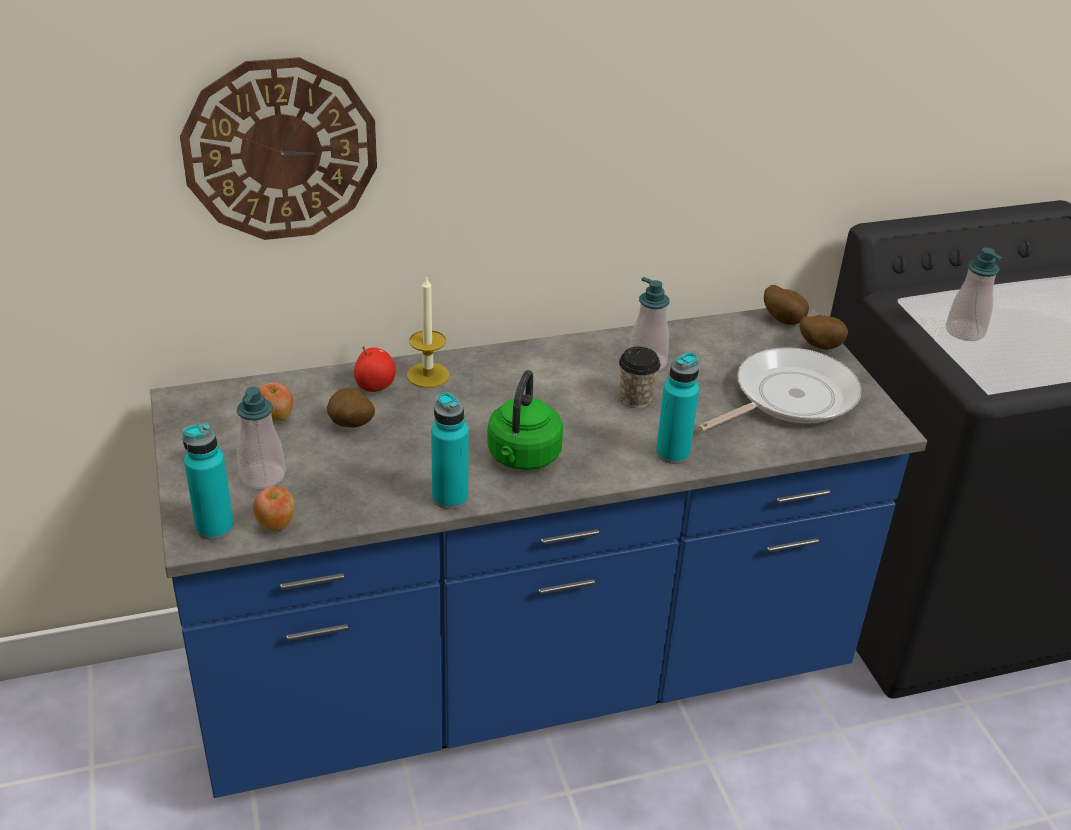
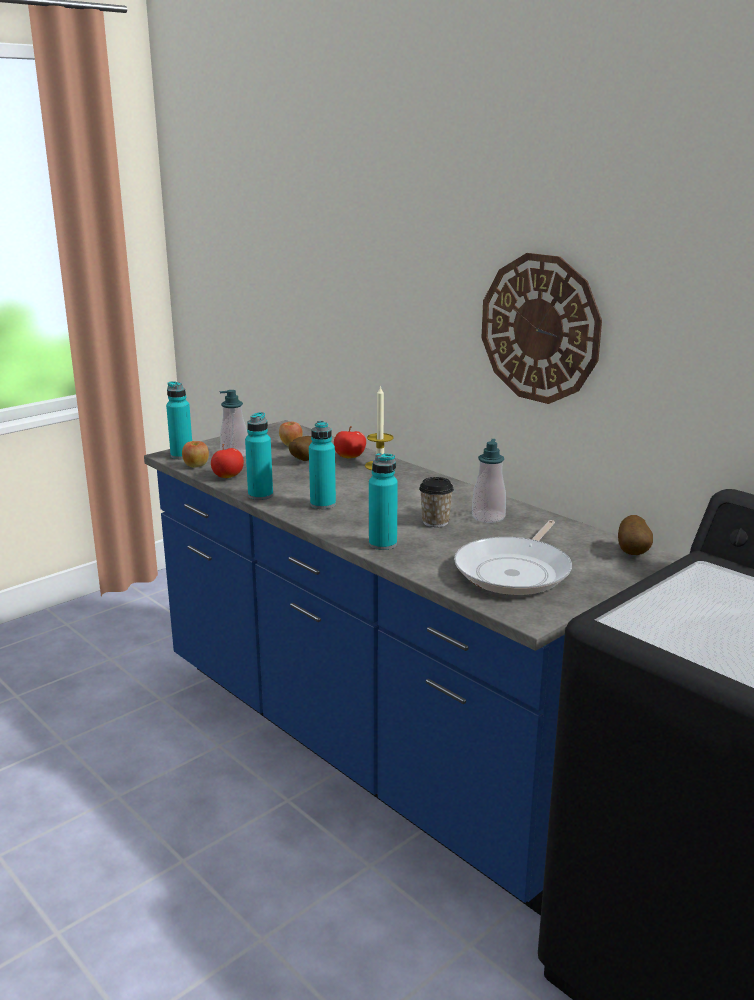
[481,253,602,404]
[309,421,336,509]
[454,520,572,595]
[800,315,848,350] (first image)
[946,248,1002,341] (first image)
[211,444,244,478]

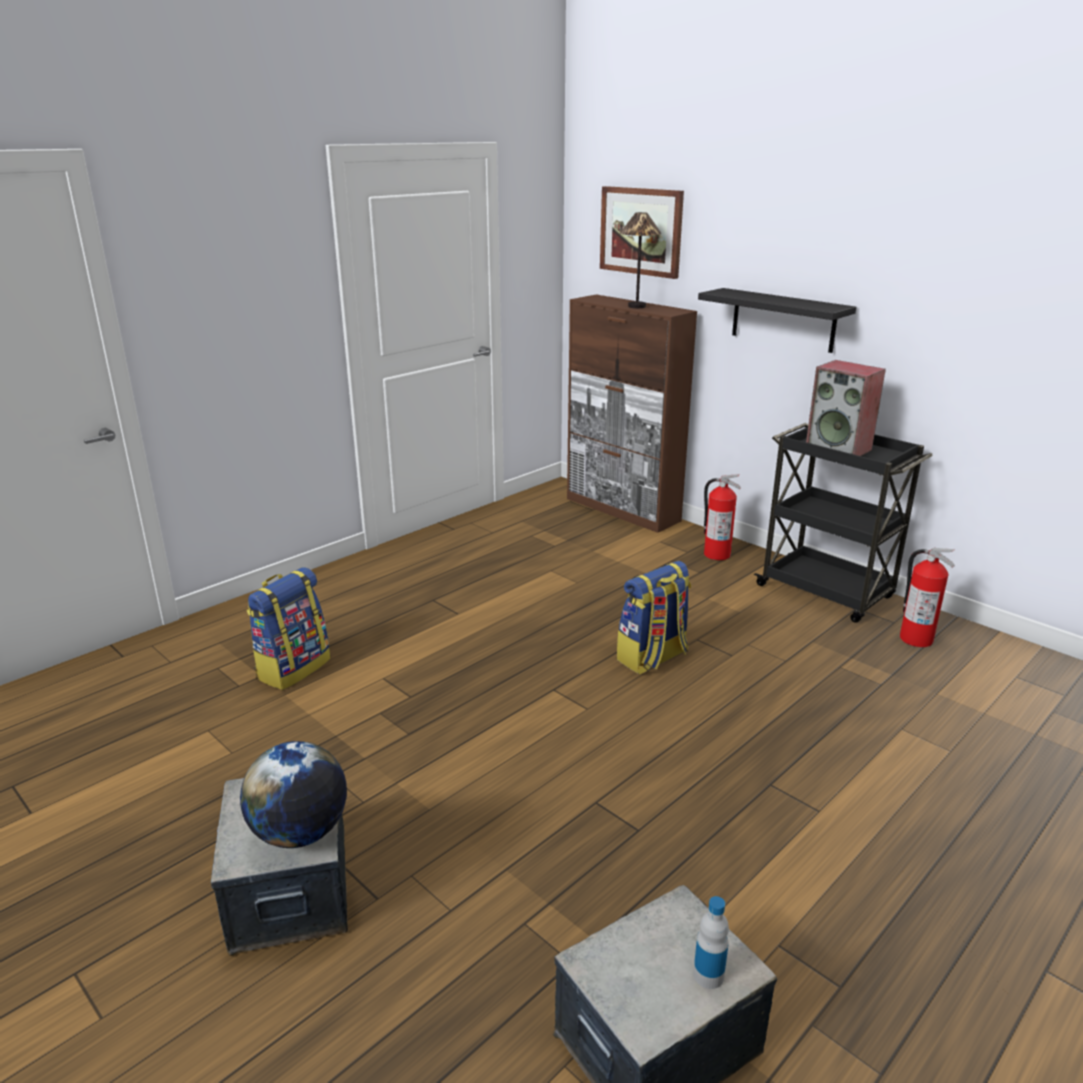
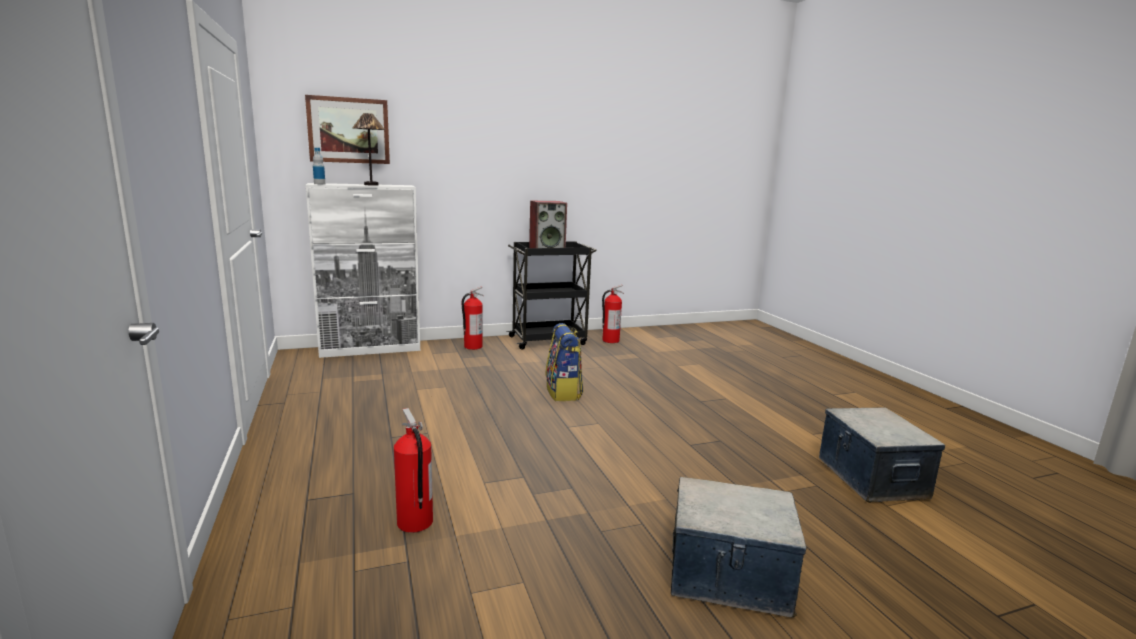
[240,741,347,848] (first image)
[394,408,433,533]
[306,183,420,358]
[313,148,325,184]
[698,288,856,353] (first image)

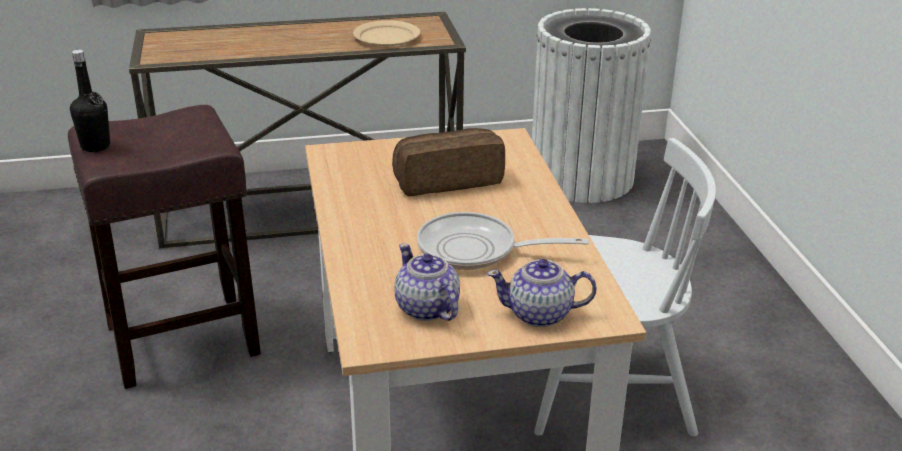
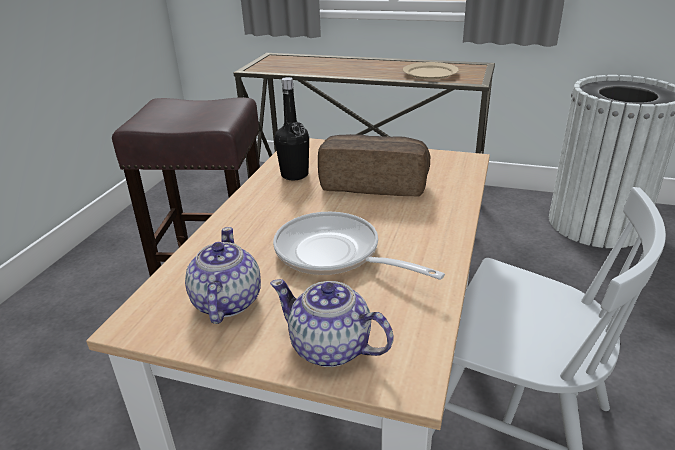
[274,77,309,180]

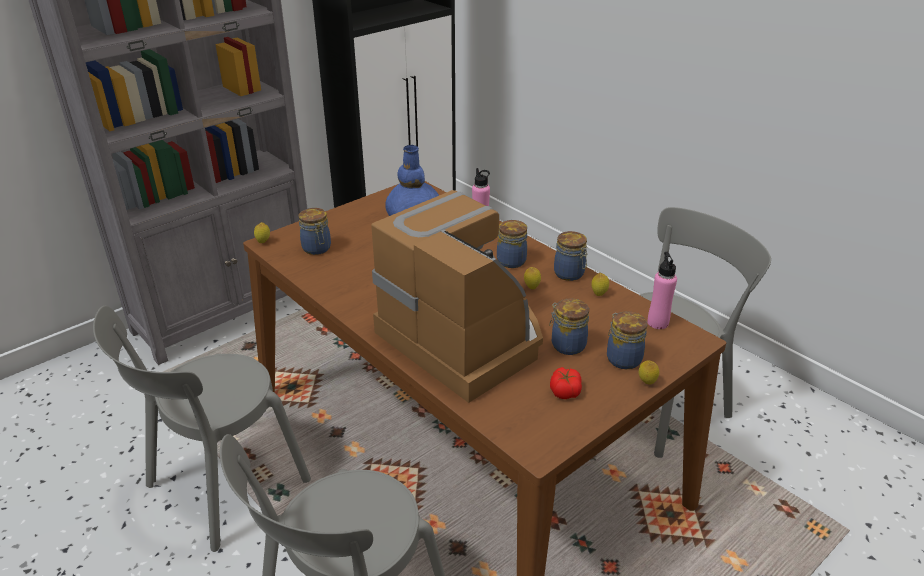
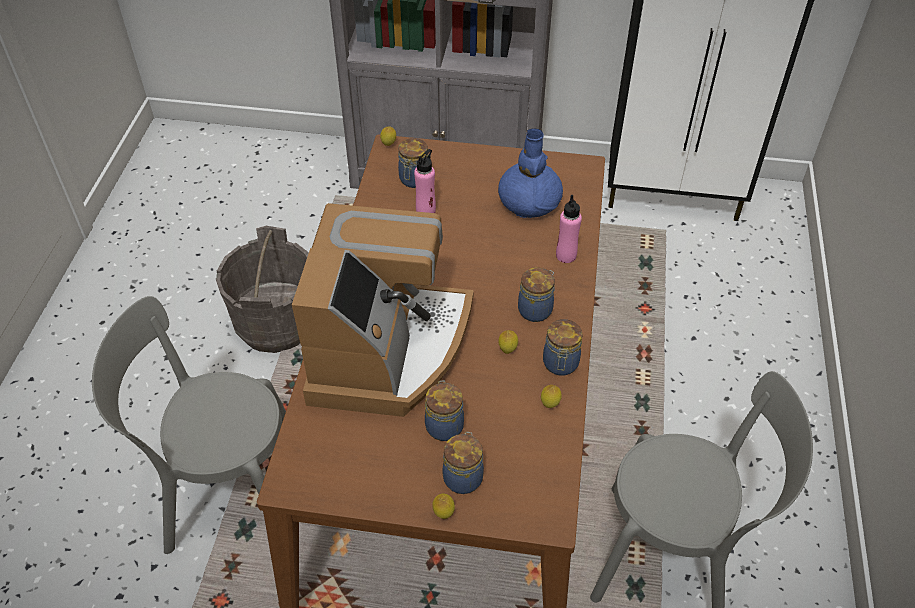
[216,226,309,353]
[550,367,582,399] (first image)
[414,149,436,213]

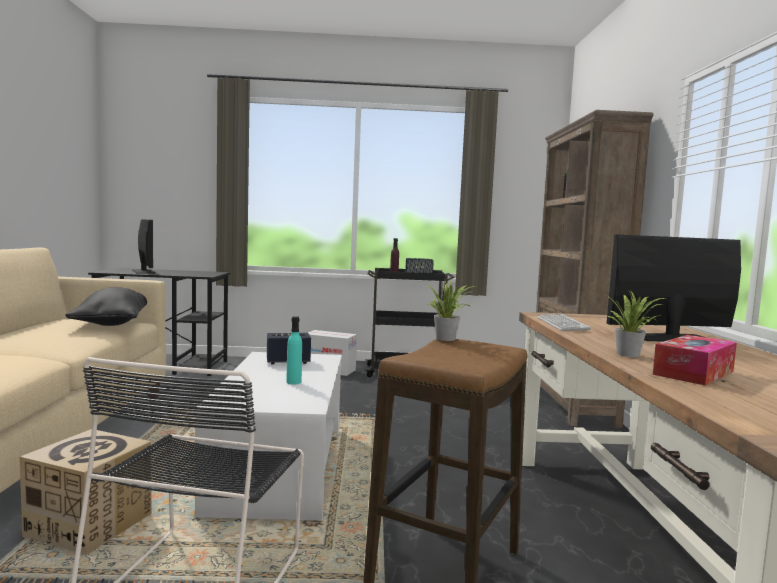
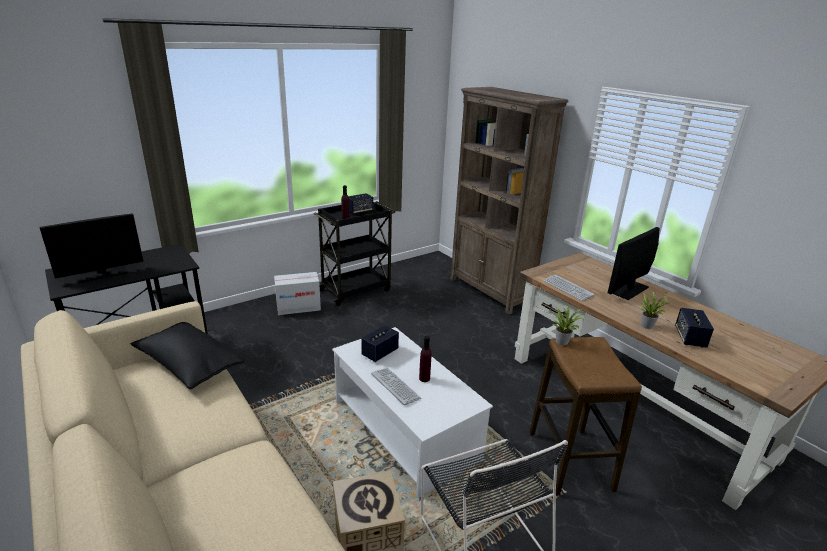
[40,213,144,283]
[419,336,432,382]
[675,308,714,348]
[371,368,422,405]

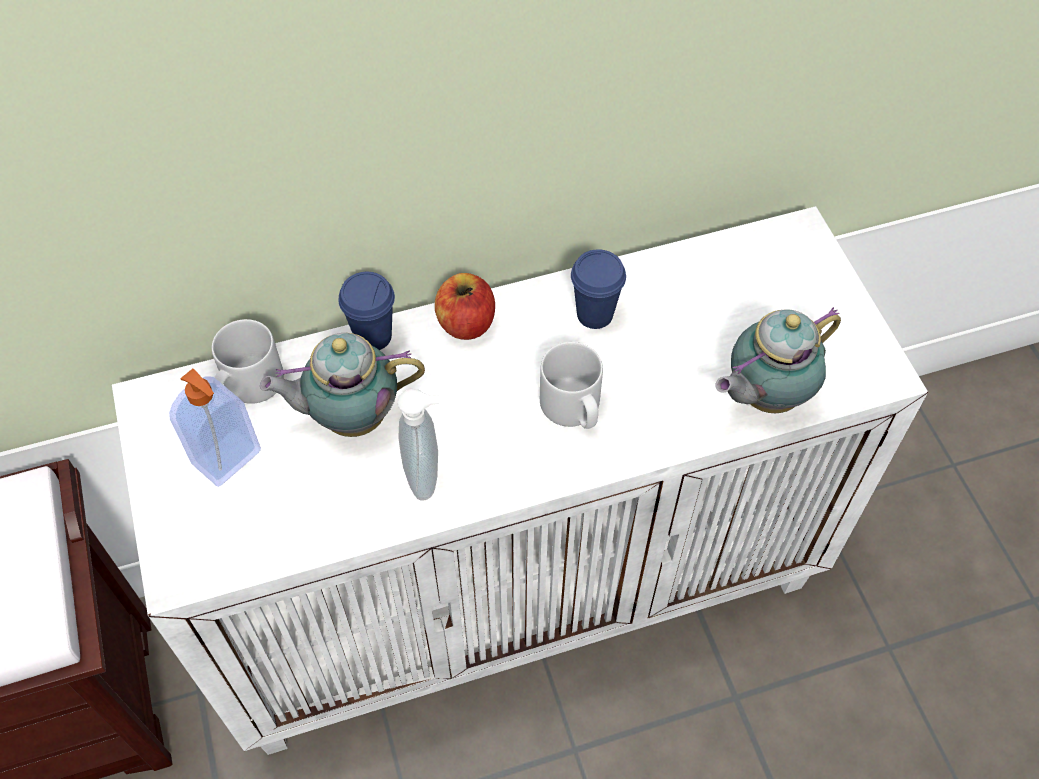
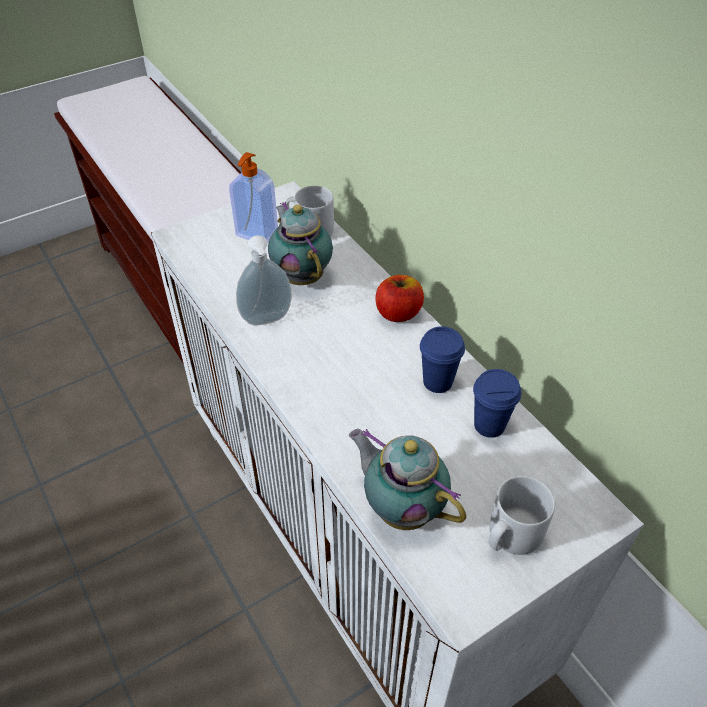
[473,369,521,438]
[488,476,555,555]

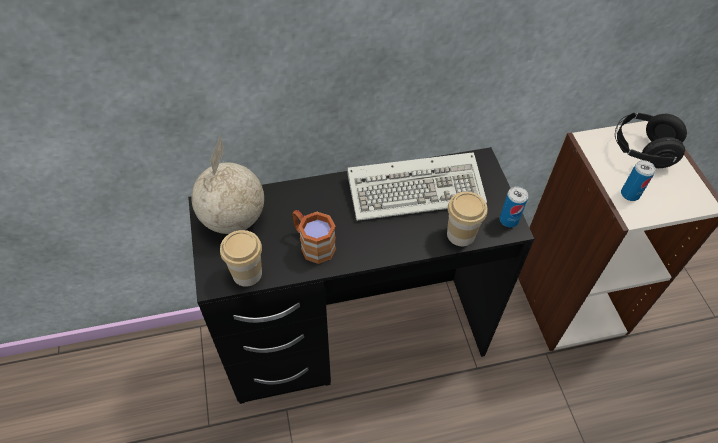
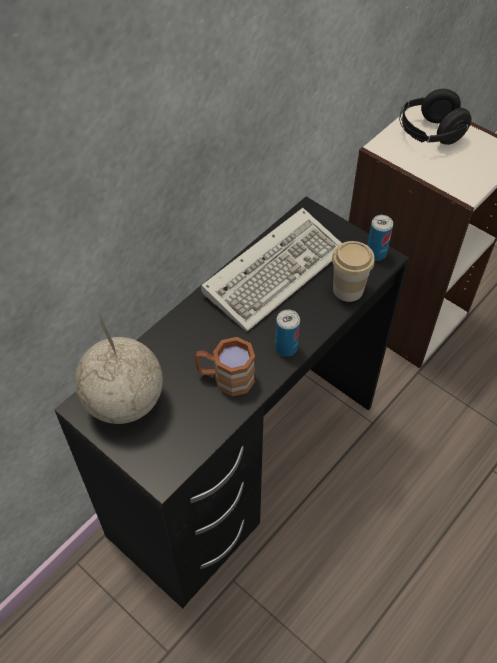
[220,230,262,287] (first image)
[275,310,300,357]

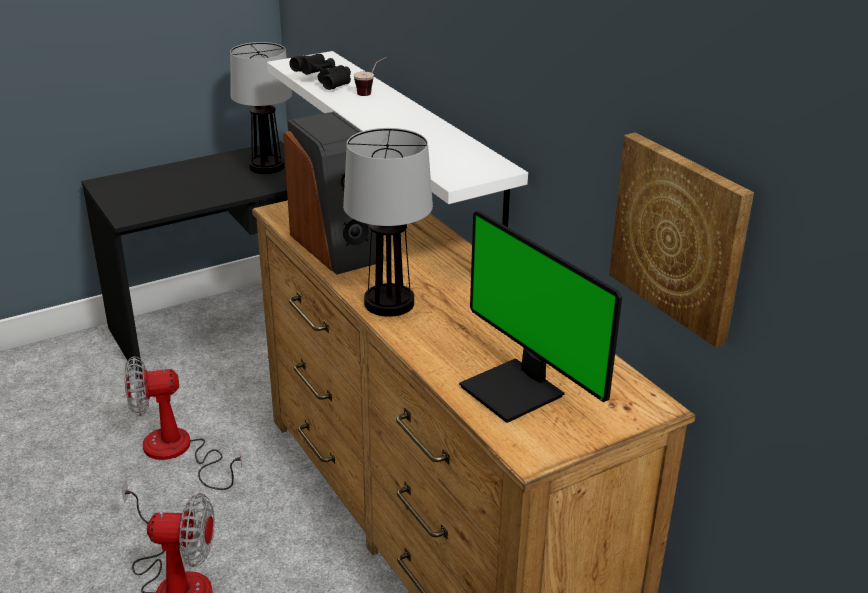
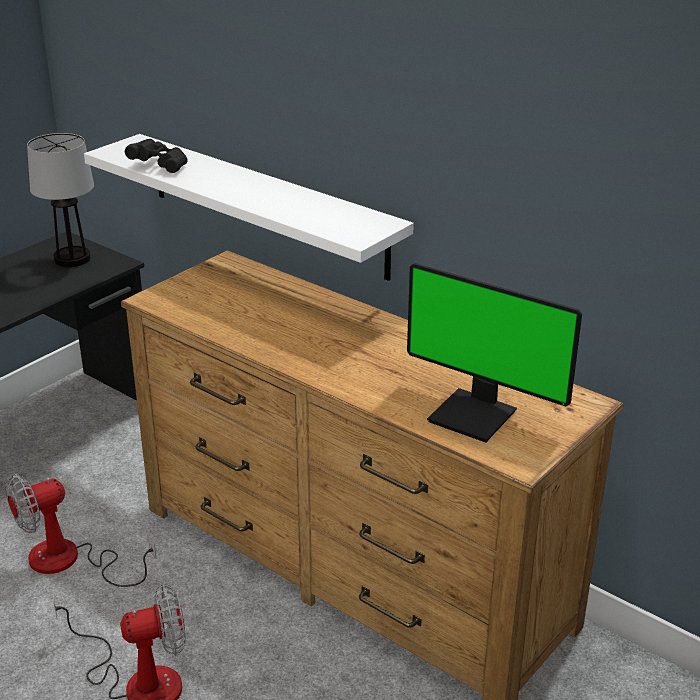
[283,112,376,275] (first image)
[343,128,433,317] (first image)
[354,56,387,96] (first image)
[609,132,754,347] (first image)

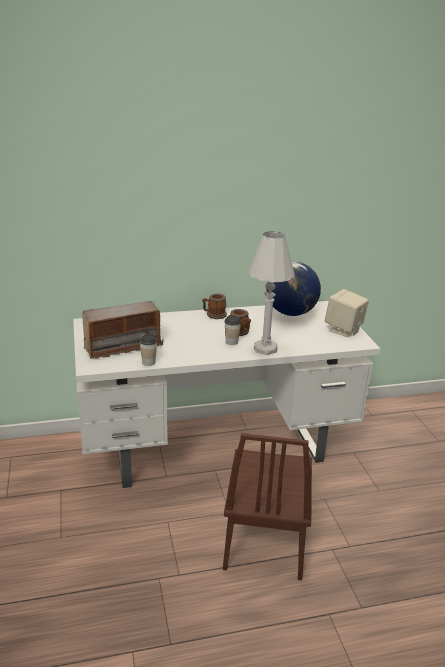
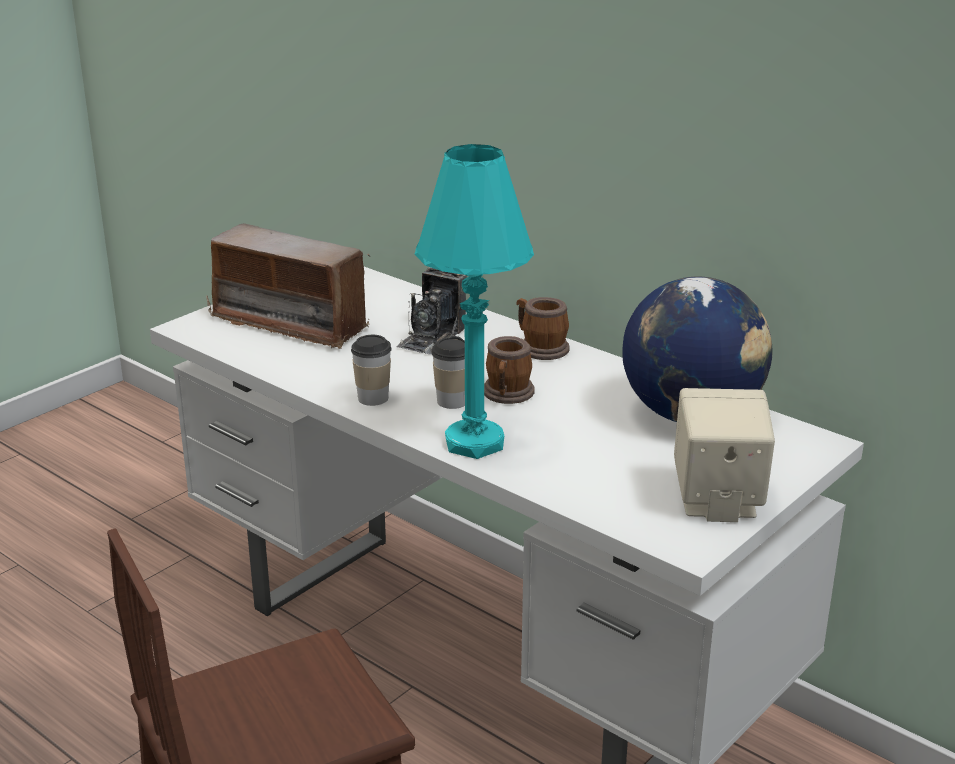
[351,335,392,406]
[415,144,534,459]
[396,267,466,355]

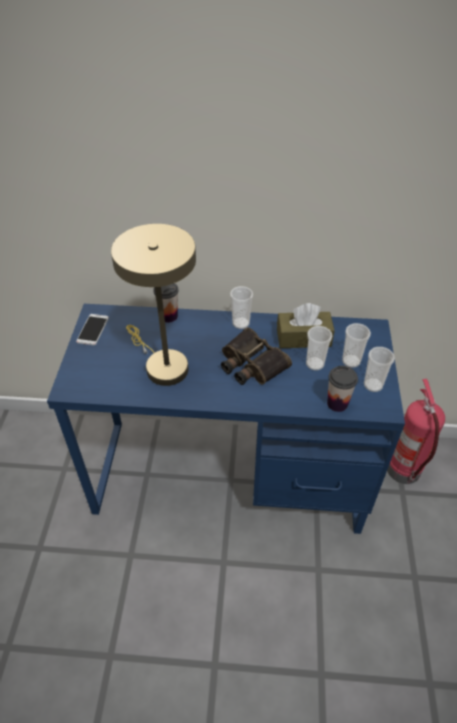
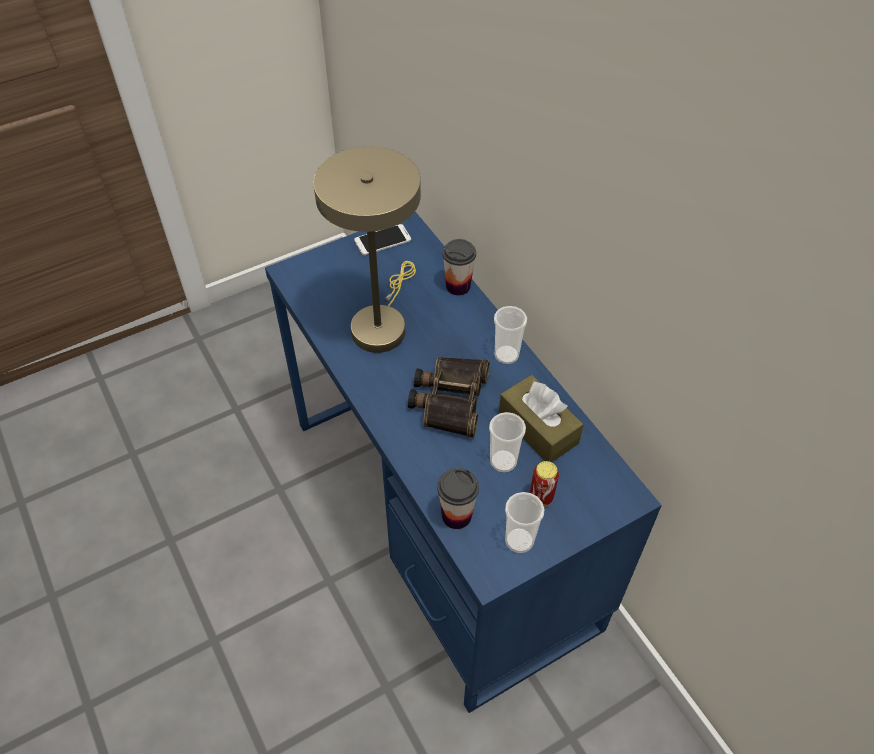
[530,461,559,507]
[387,379,445,484] (first image)

